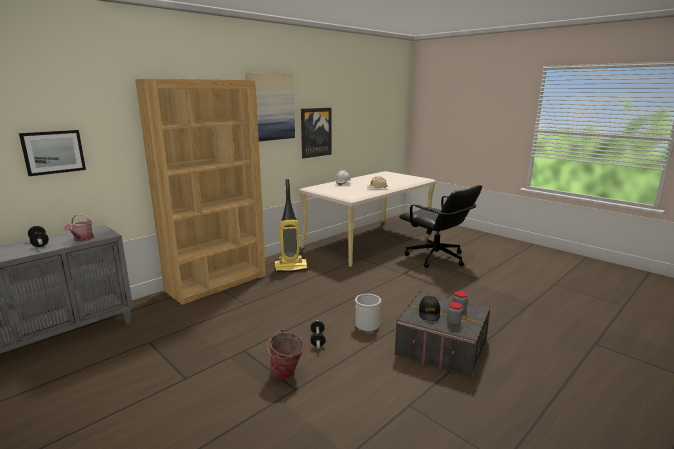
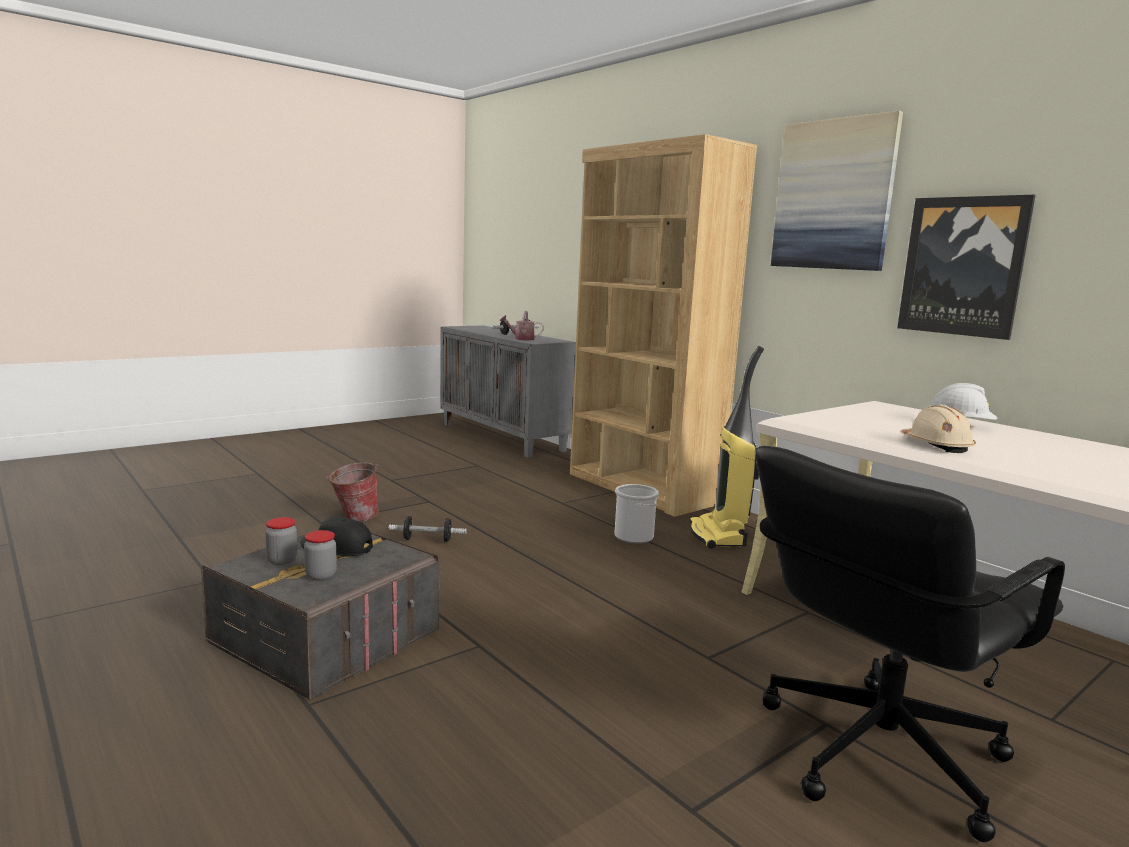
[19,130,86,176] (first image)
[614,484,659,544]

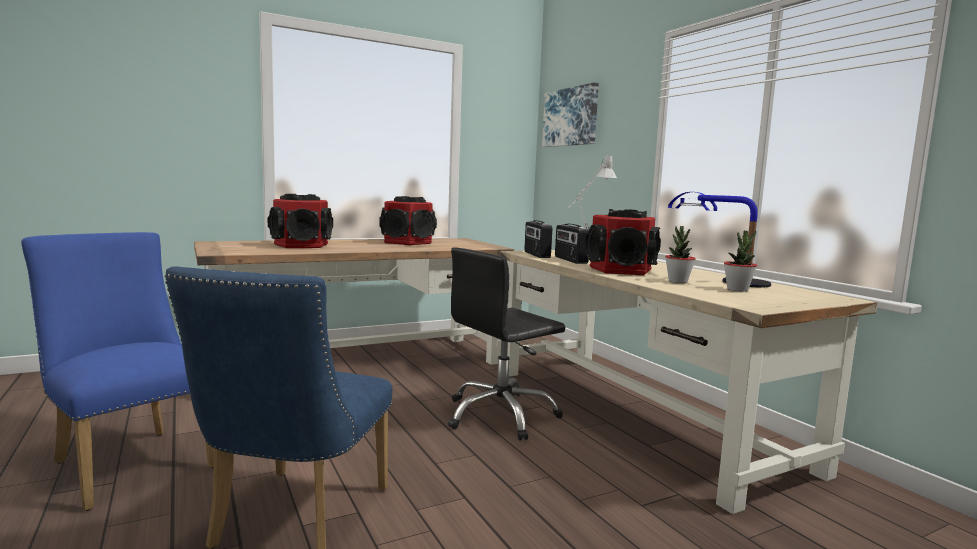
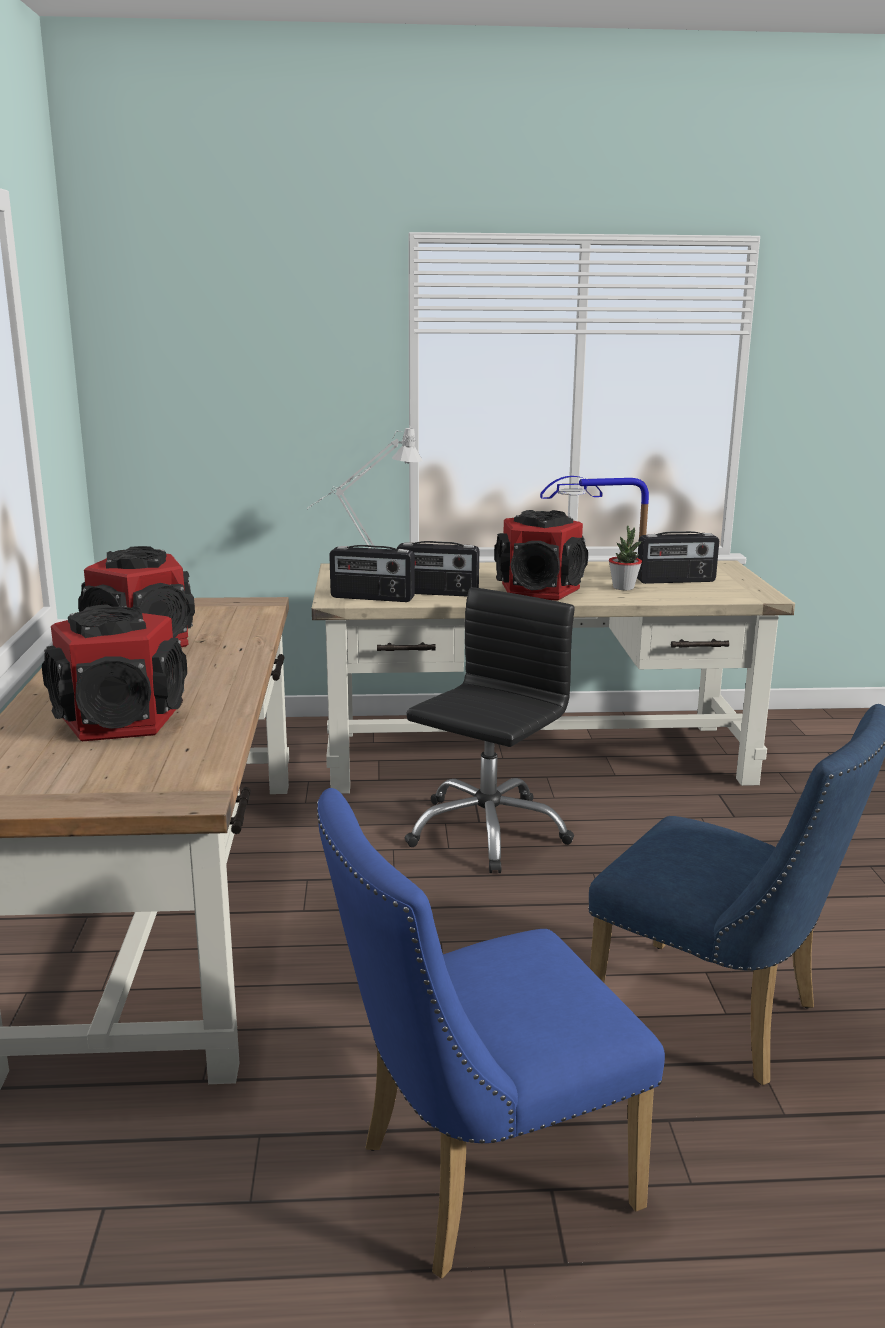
[404,587,575,873]
[542,82,599,147] (first image)
[637,531,719,584]

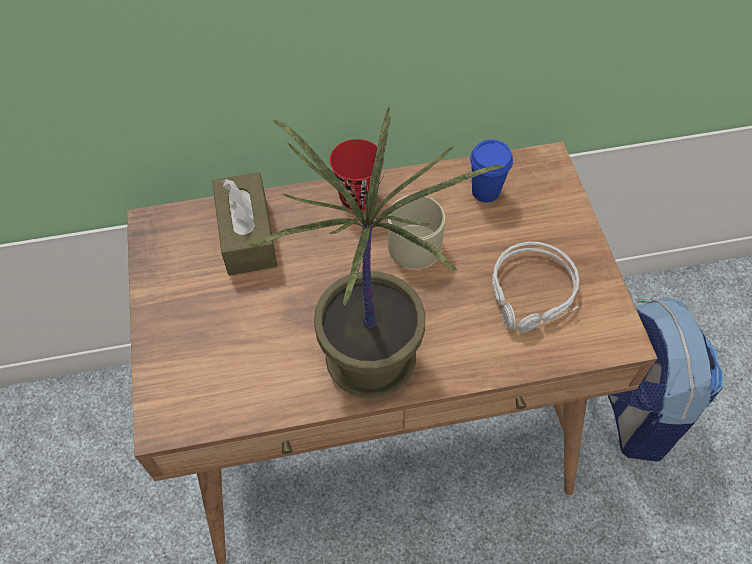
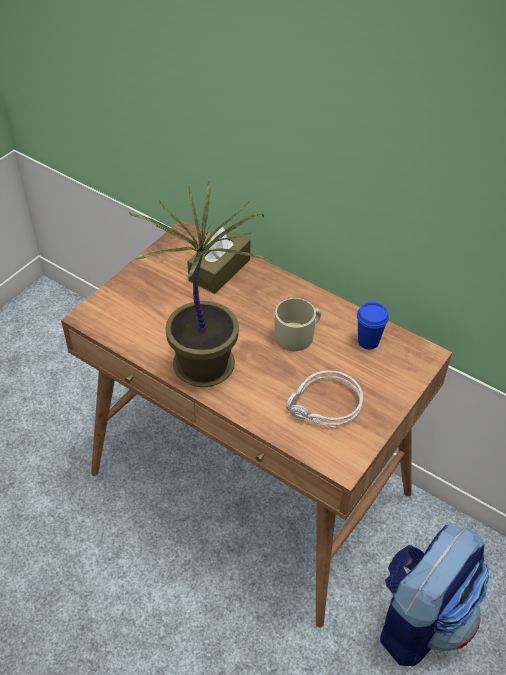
[329,139,384,211] (first image)

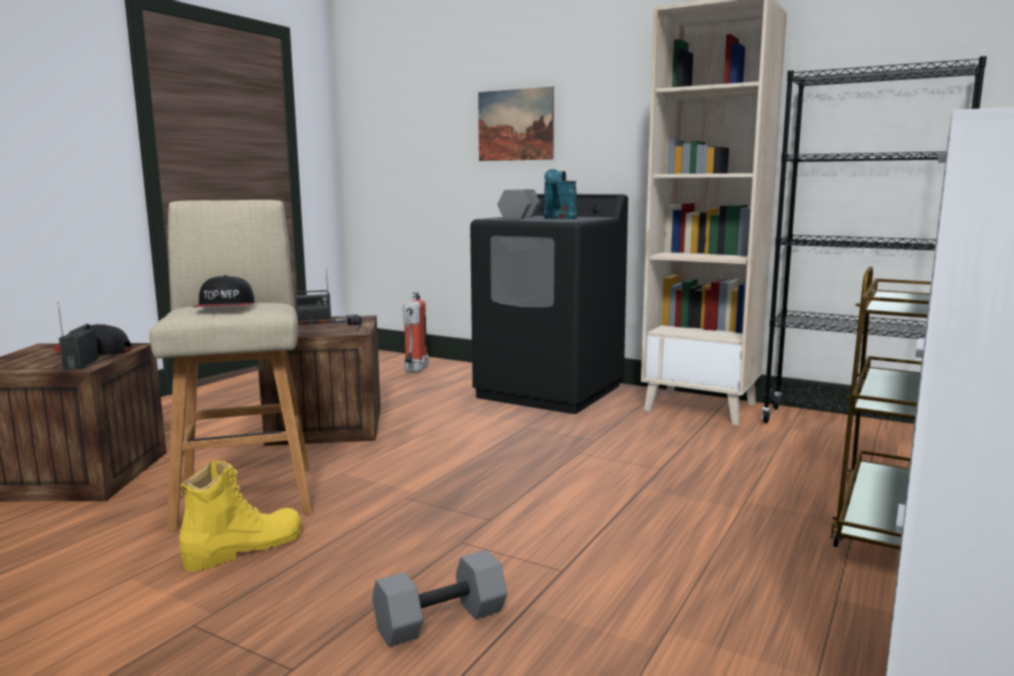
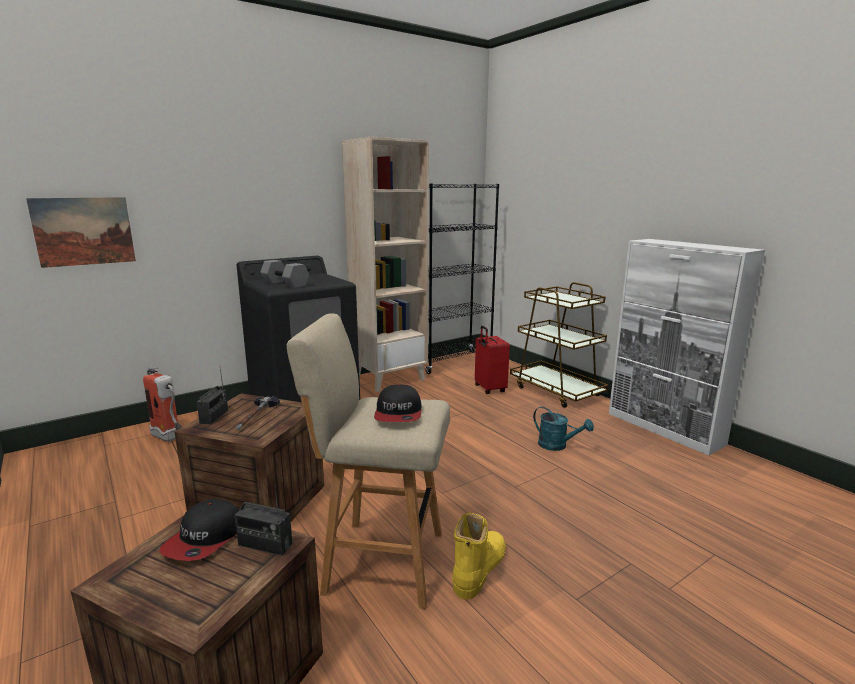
[452,512,506,600]
[374,384,421,422]
[372,550,507,647] (first image)
[26,197,136,268]
[533,407,594,451]
[475,326,510,394]

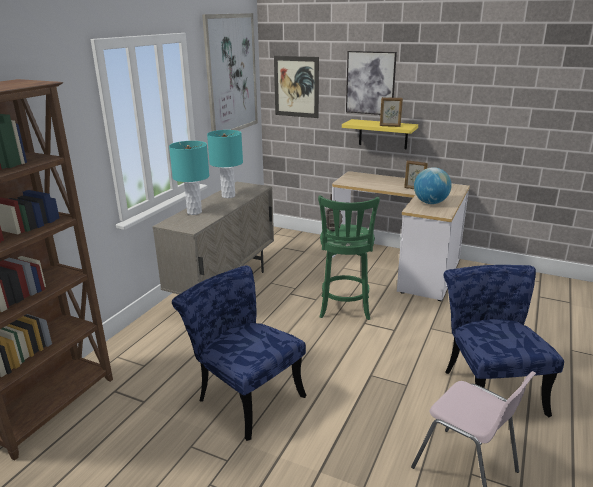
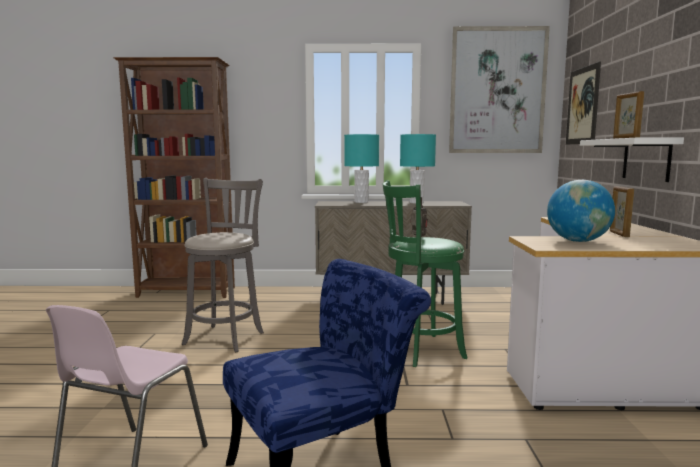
[182,178,264,352]
[580,138,684,182]
[346,51,397,115] (first image)

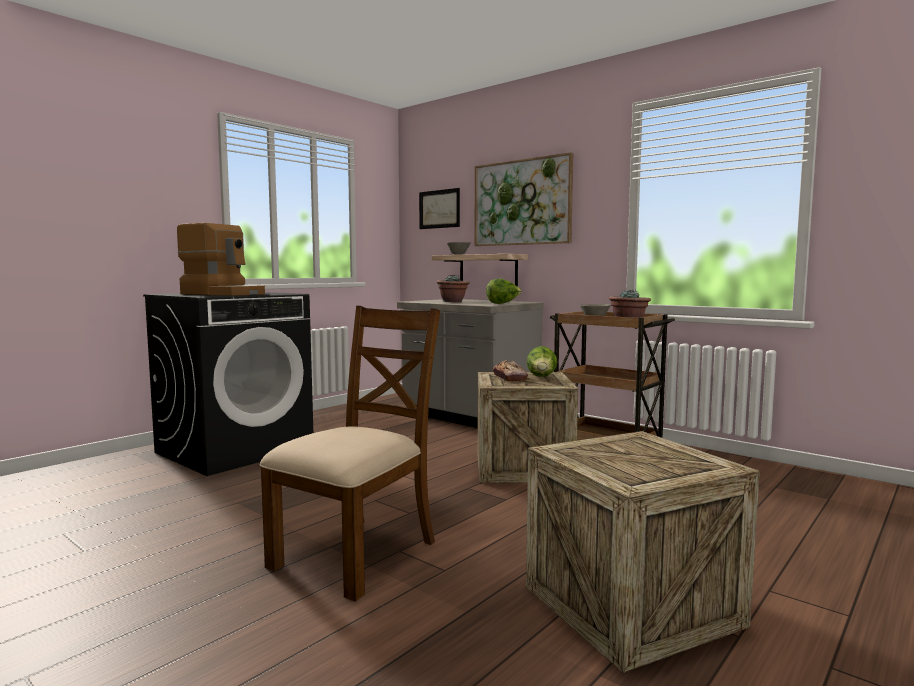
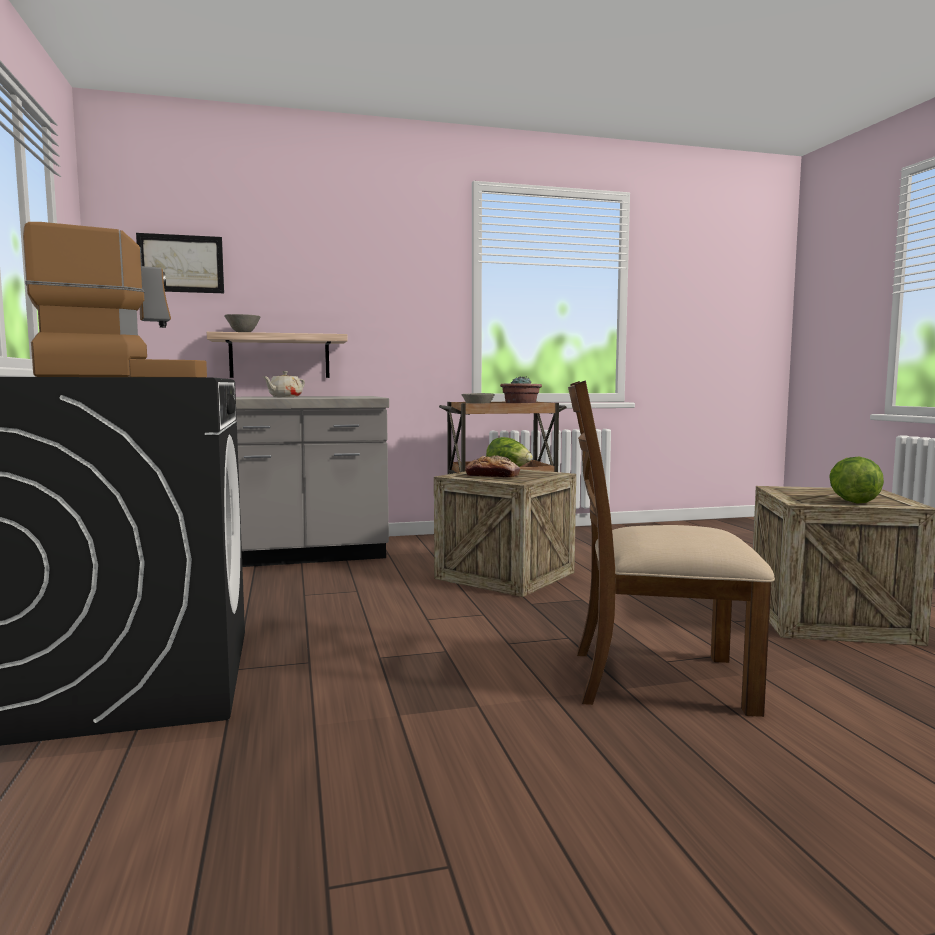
[568,381,775,717]
[263,371,305,397]
[474,152,573,246] (first image)
[829,456,884,504]

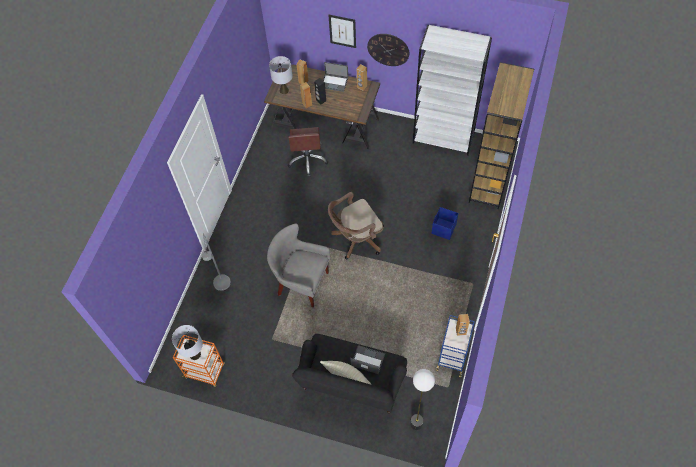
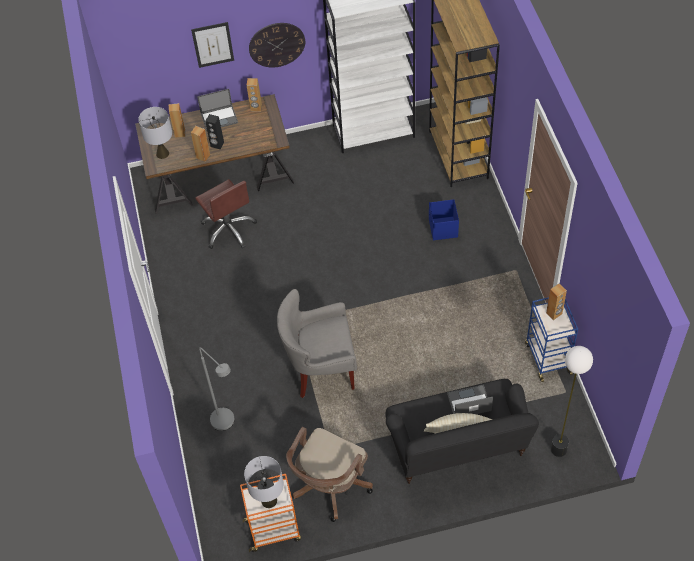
[286,427,373,522]

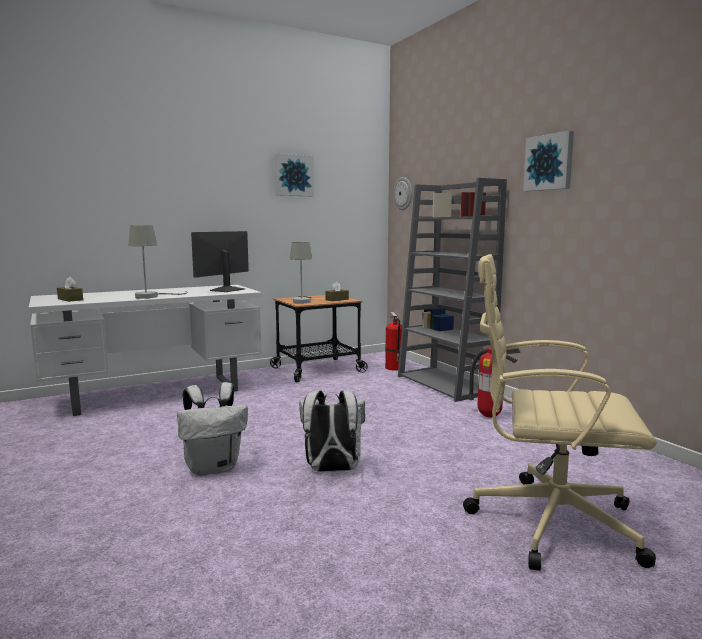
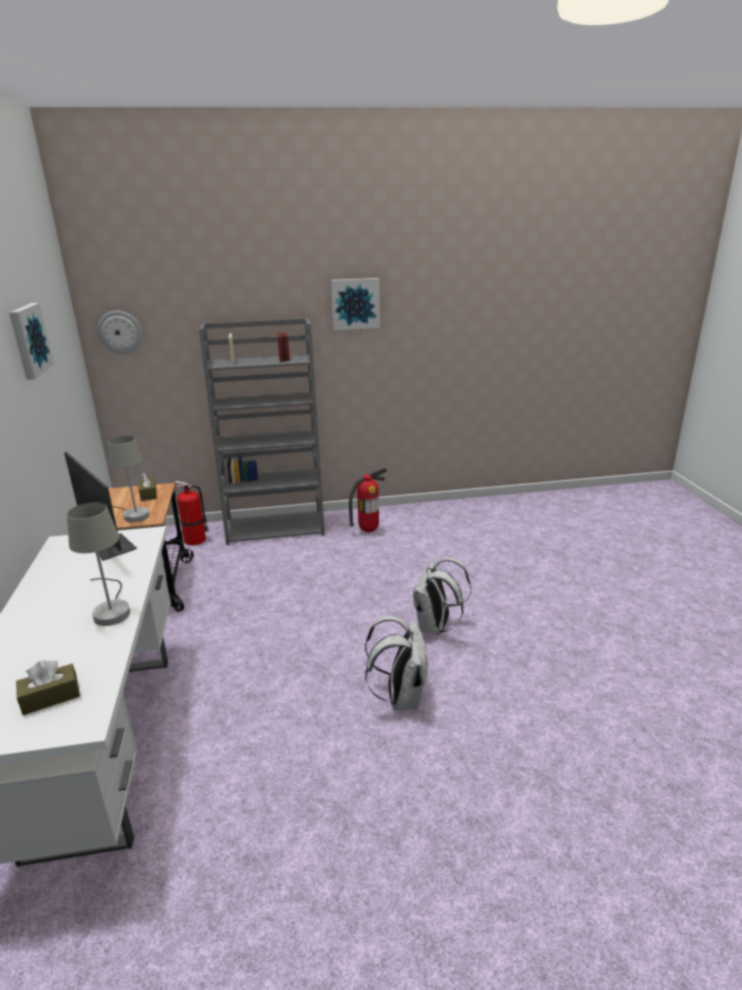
[463,254,656,571] (first image)

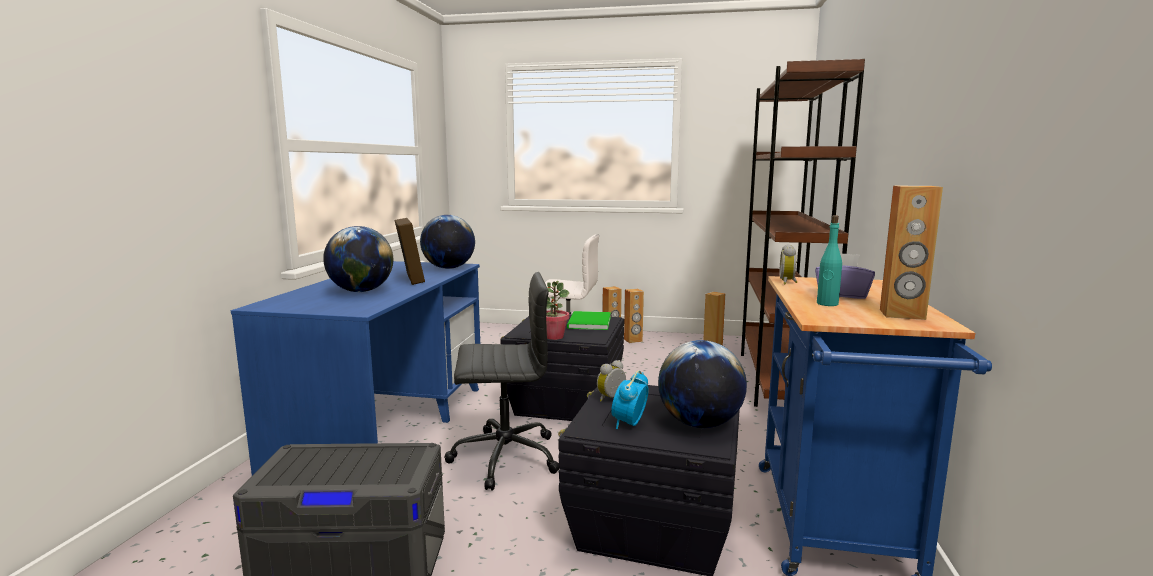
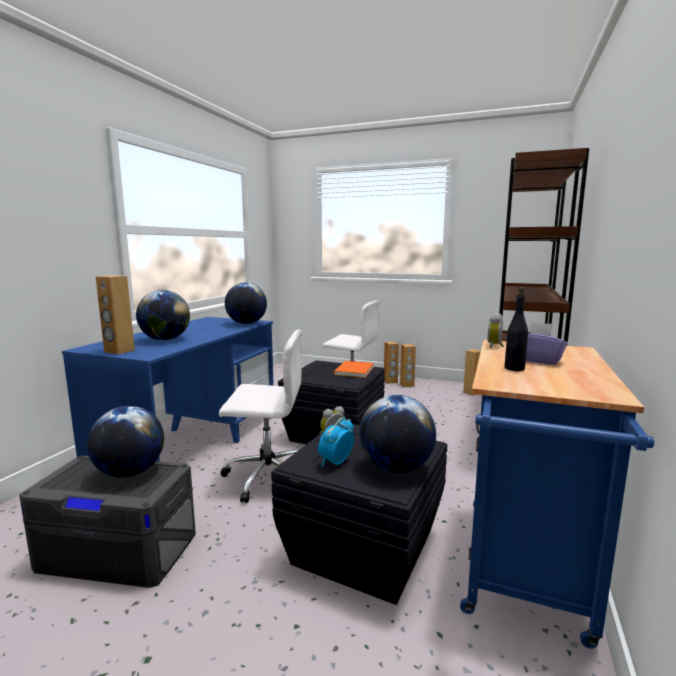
[395,218,425,285] (first image)
[219,329,302,503]
[546,281,569,340] (first image)
[333,361,374,378]
[505,287,528,371]
[96,275,135,355]
[87,406,164,477]

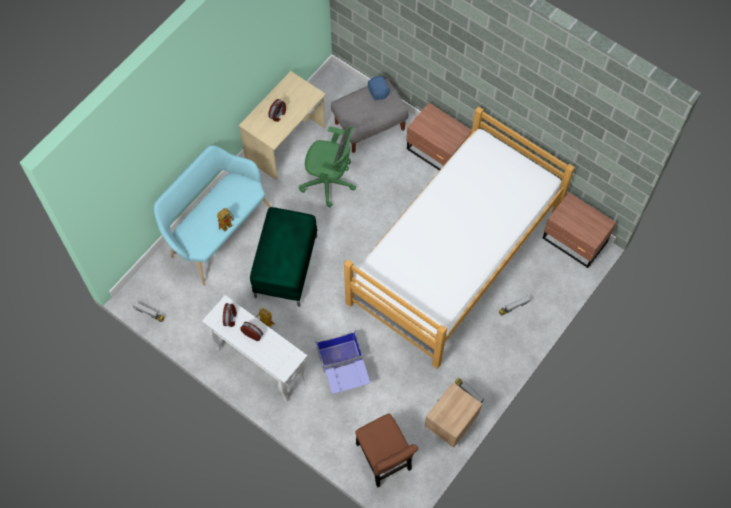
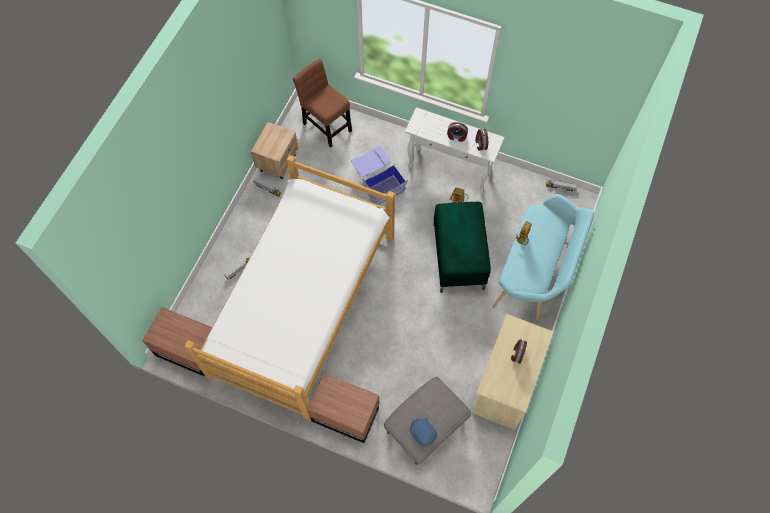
[299,126,356,207] (first image)

